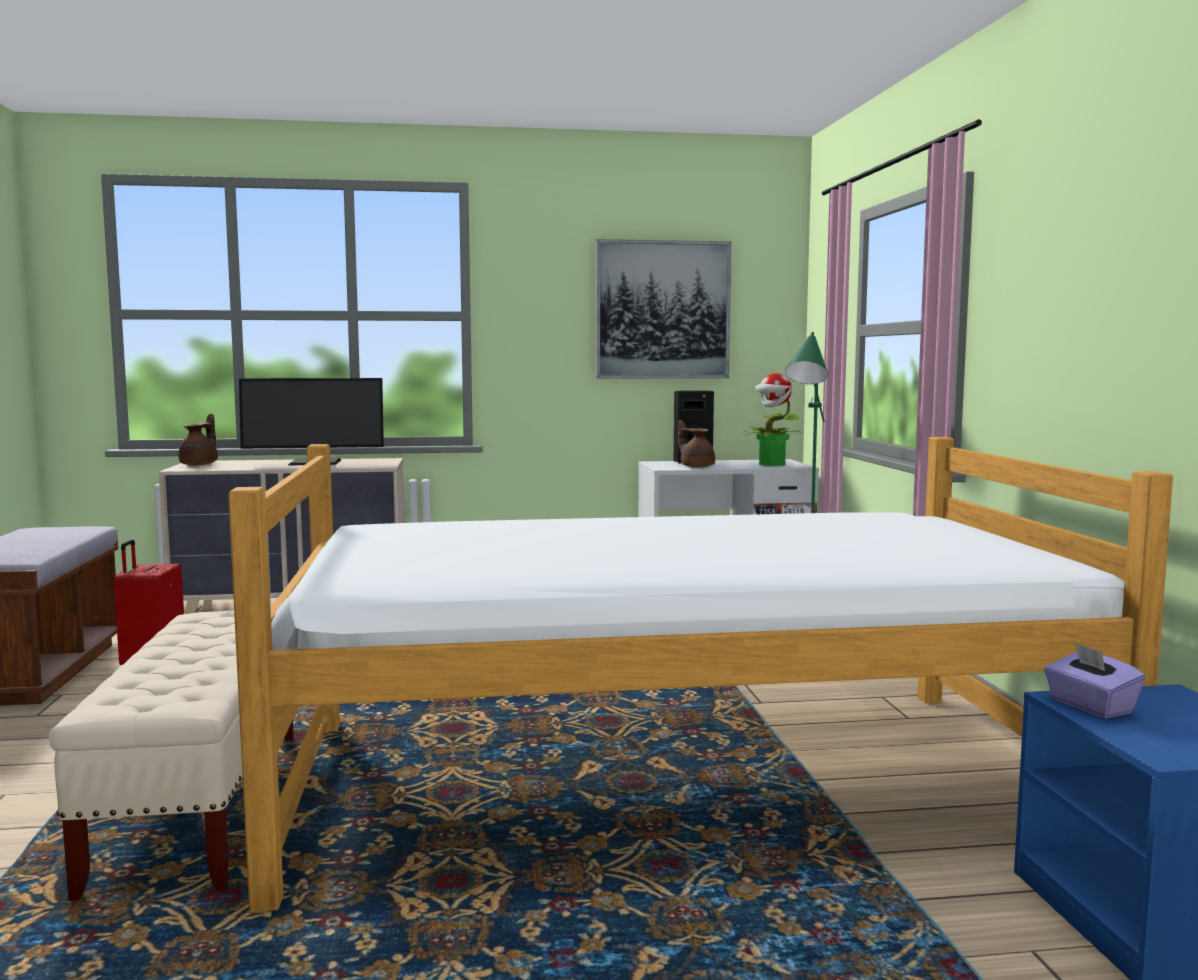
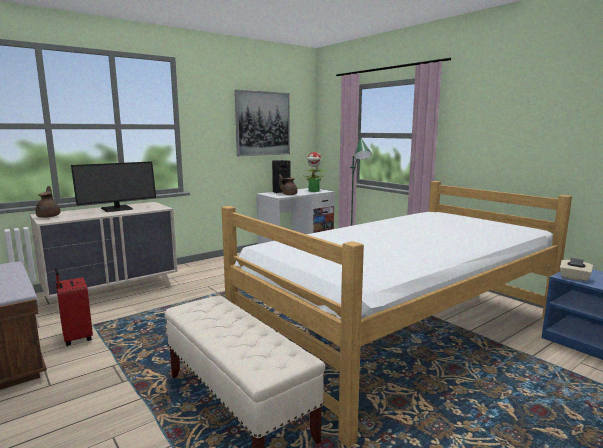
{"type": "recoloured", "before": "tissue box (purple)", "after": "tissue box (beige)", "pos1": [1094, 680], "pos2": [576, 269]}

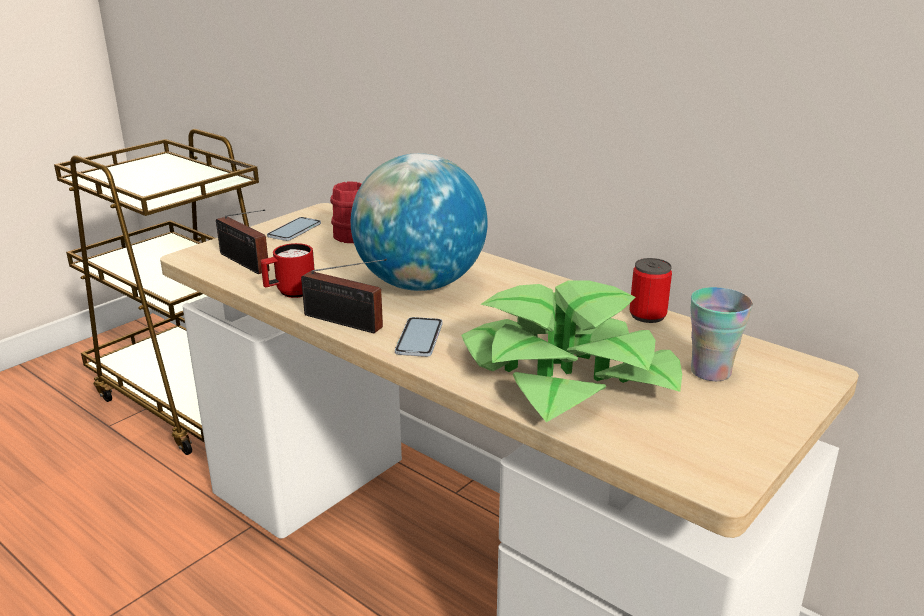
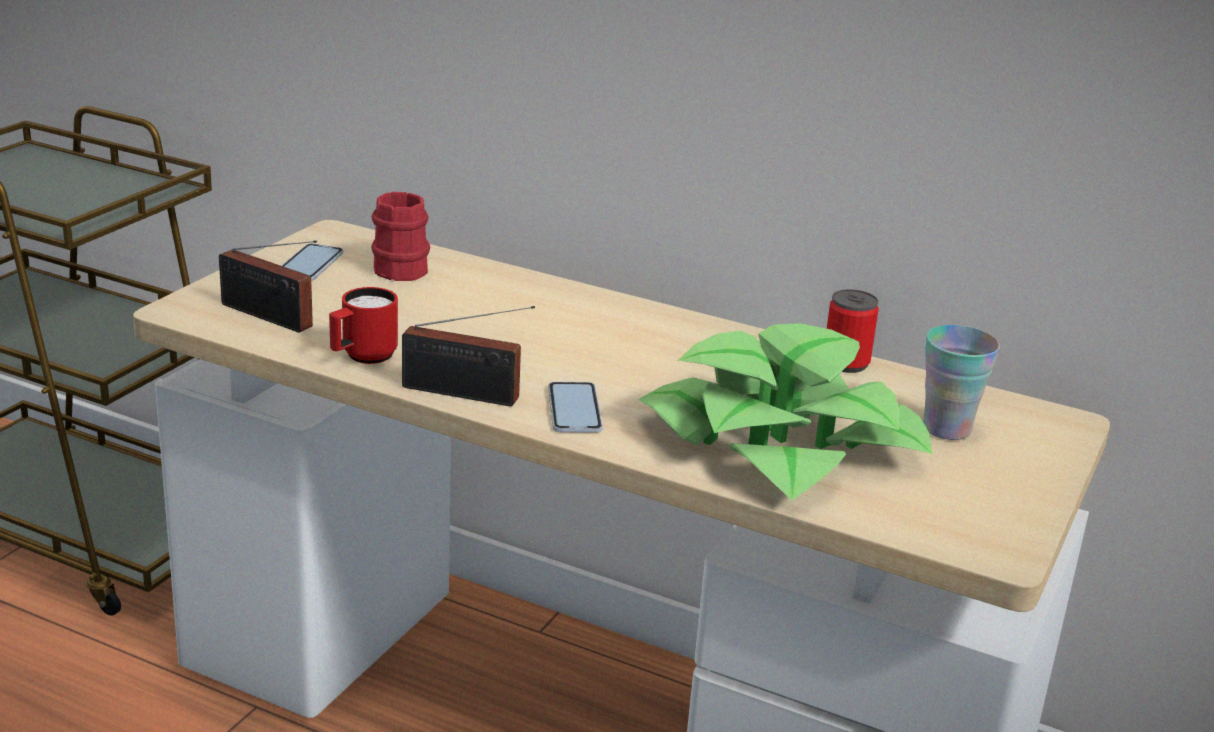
{"type": "removed", "before": "globe", "pos1": [419, 222]}

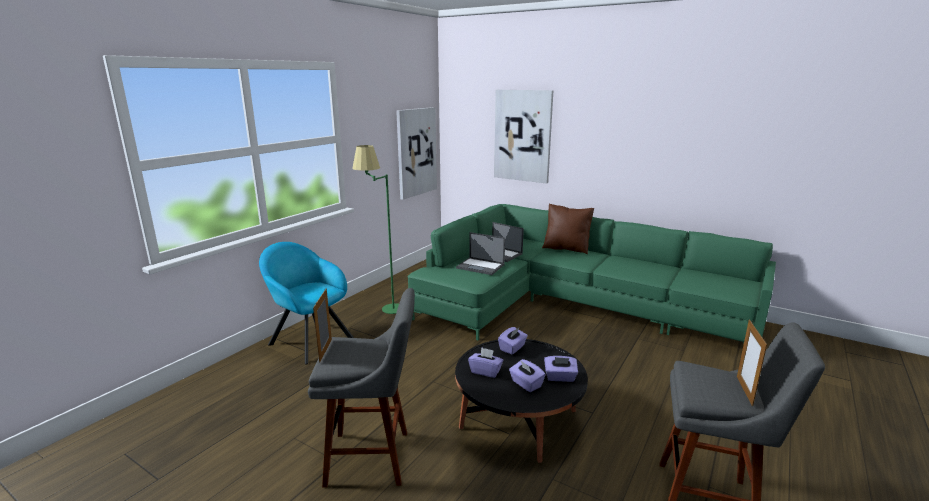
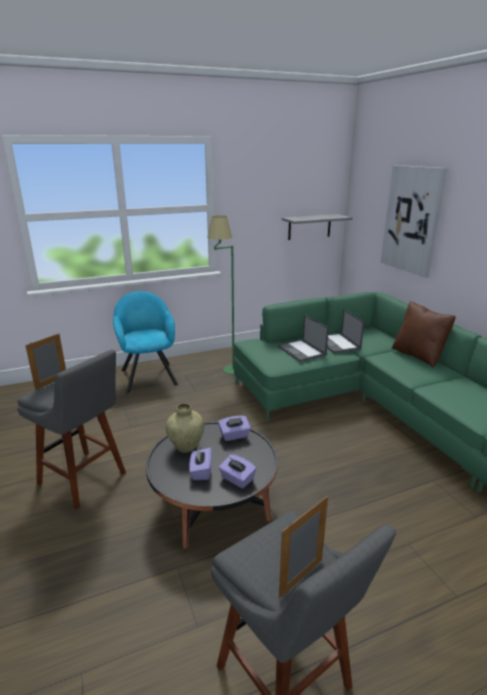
{"type": "replaced", "before": "picture", "after": "shelf (grey)", "pos1": [416, 153], "pos2": [317, 227]}
{"type": "replaced", "before": "tissue box (purple)", "after": "vase (beige)", "pos1": [485, 362], "pos2": [185, 428]}

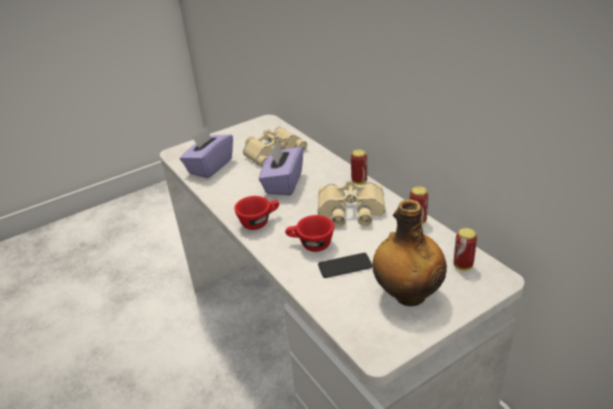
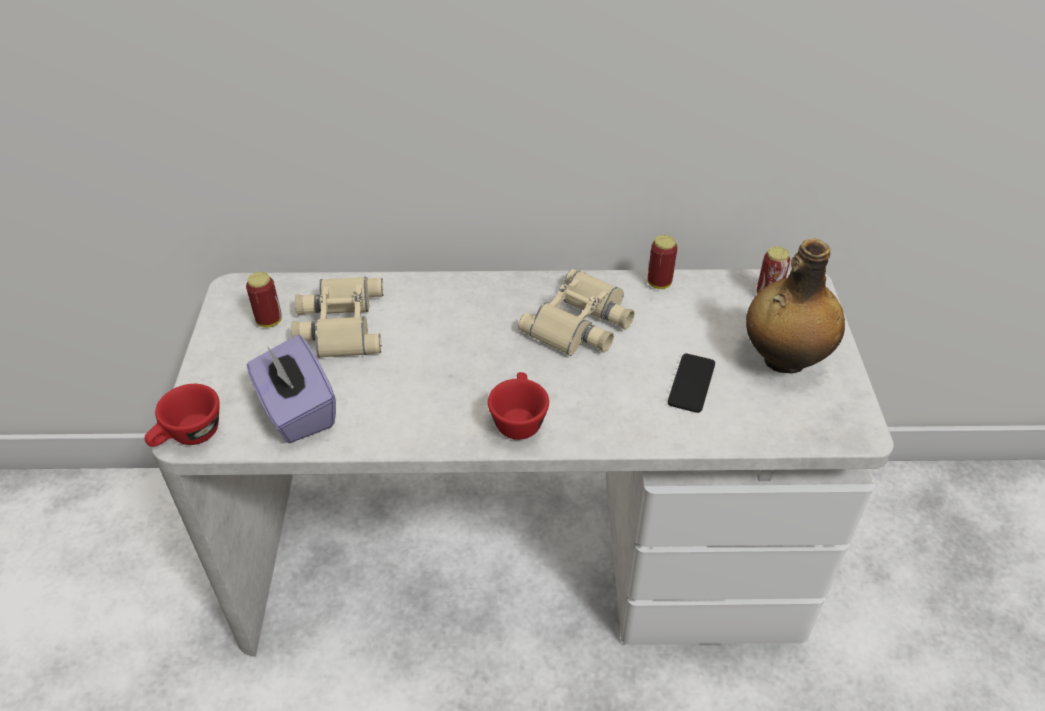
{"type": "removed", "before": "tissue box (purple)", "pos1": [281, 168]}
{"type": "moved", "before": "can", "pos1": [359, 167], "pos2": [264, 300]}
{"type": "moved", "before": "cup (red)", "pos1": [309, 233], "pos2": [182, 415]}

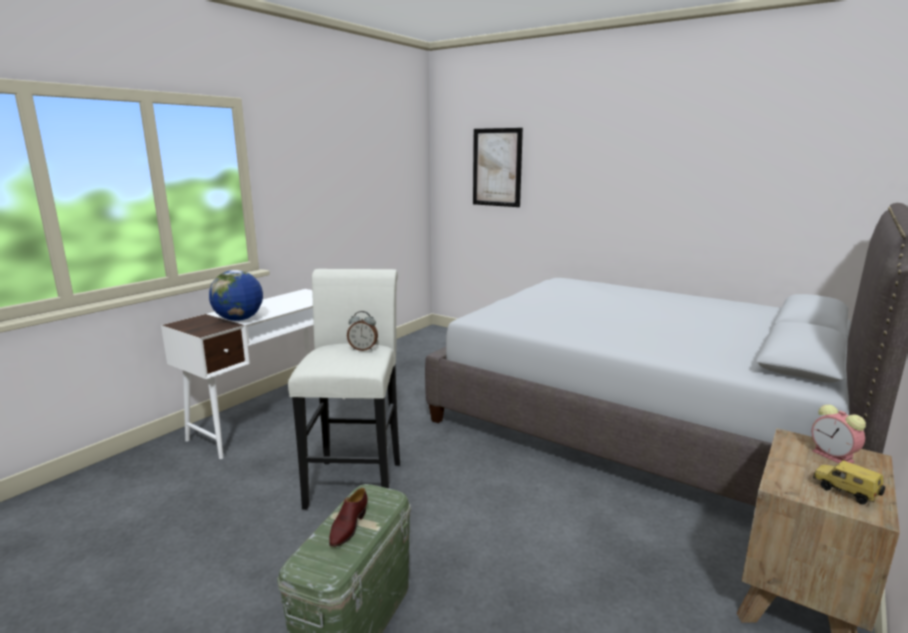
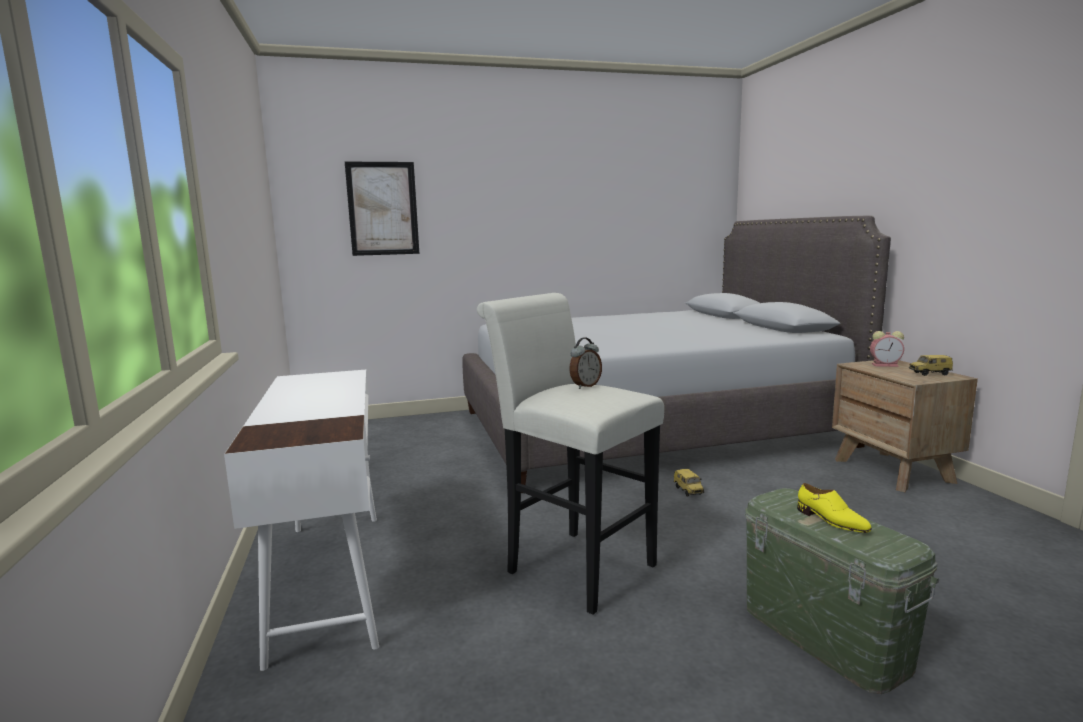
{"type": "removed", "before": "globe", "pos1": [236, 295]}
{"type": "recoloured", "before": "shoe (brown)", "after": "shoe (yellow)", "pos1": [348, 517], "pos2": [834, 508]}
{"type": "added", "after": "toy car", "pos2": [688, 483]}

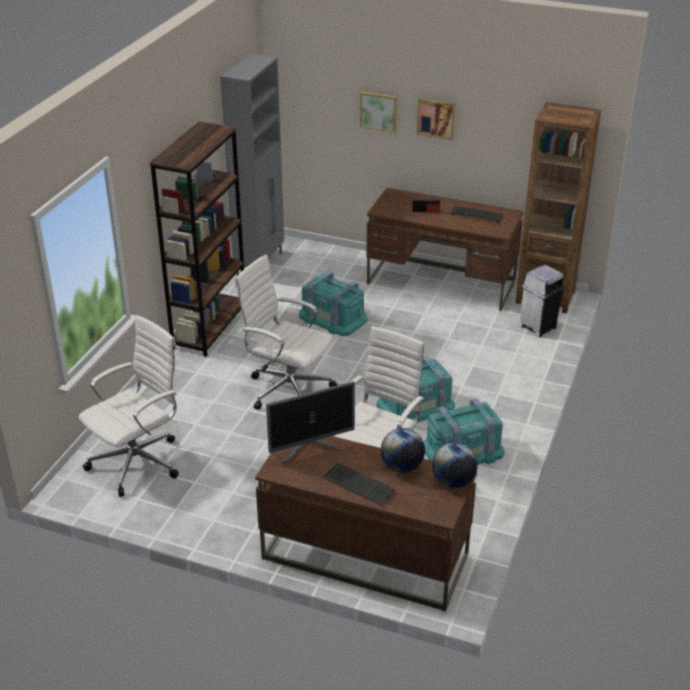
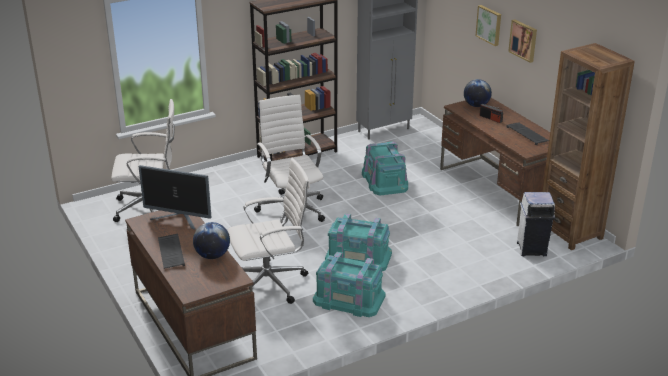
{"type": "moved", "before": "globe", "pos1": [455, 465], "pos2": [478, 93]}

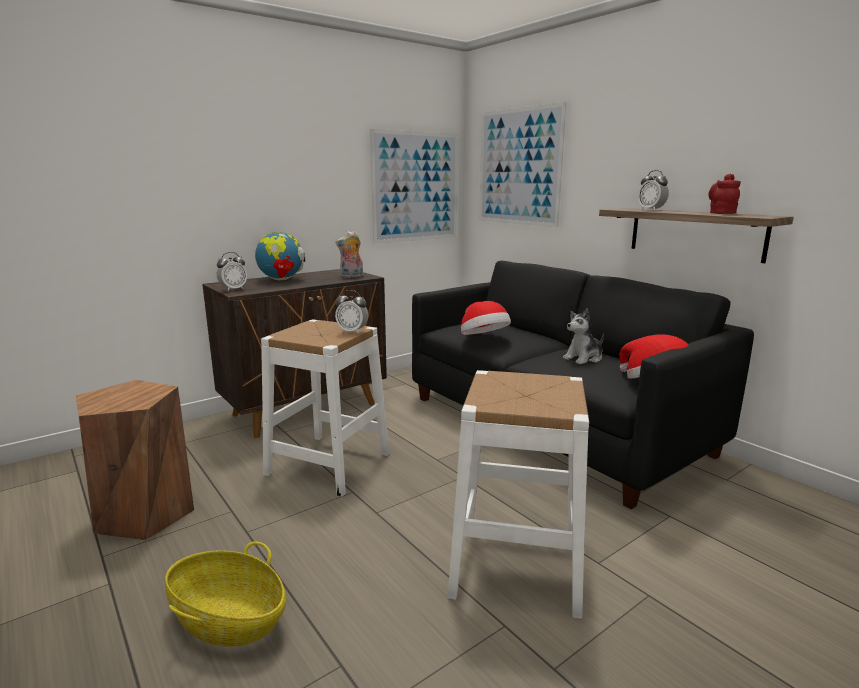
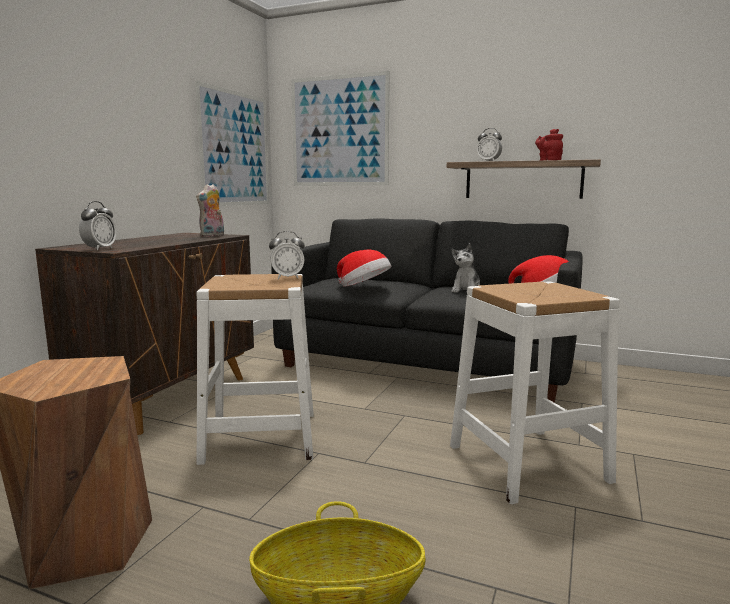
{"type": "removed", "before": "globe", "pos1": [280, 256]}

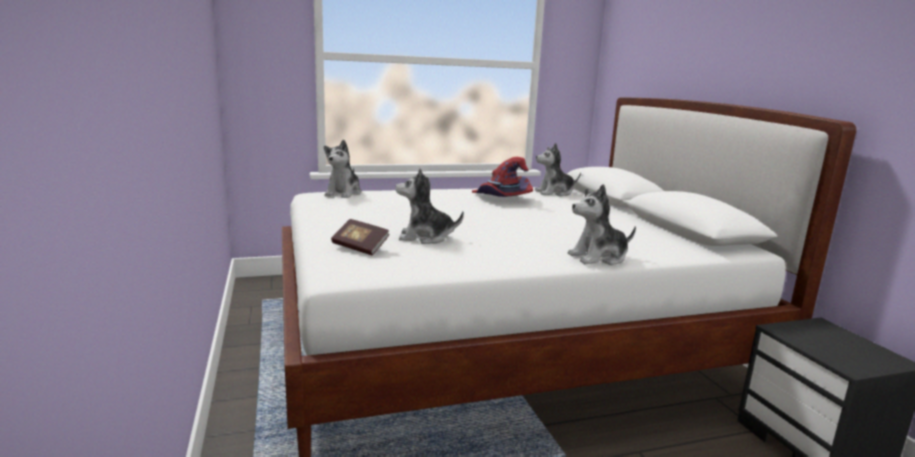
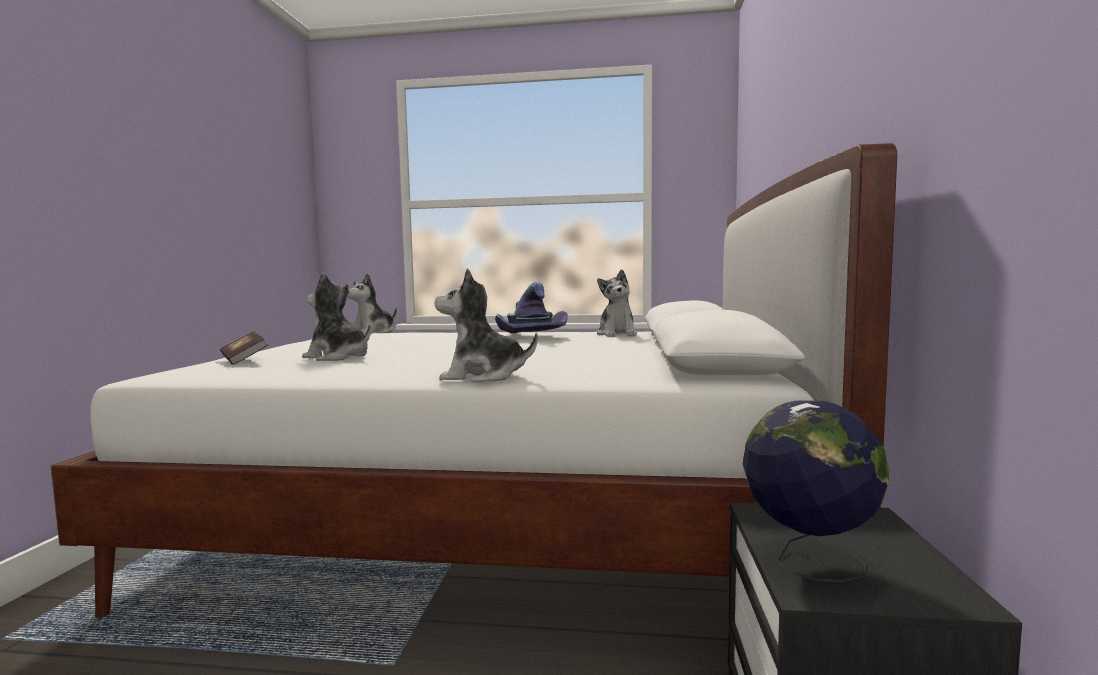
{"type": "turned", "before": "plush toy", "pos1": [558, 169], "pos2": [617, 303], "turn": -105}
{"type": "recoloured", "before": "hat (red)", "after": "hat (purple)", "pos1": [502, 177], "pos2": [531, 307]}
{"type": "added", "after": "globe", "pos2": [815, 491]}

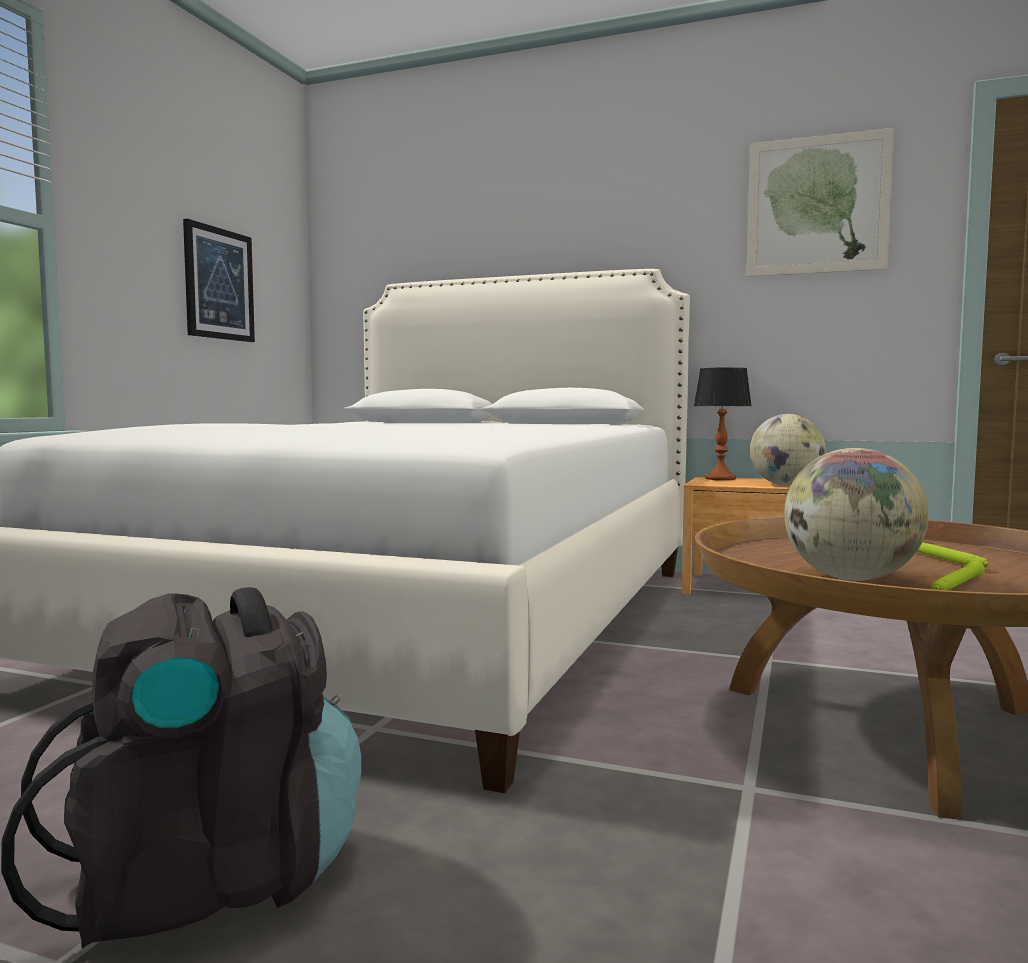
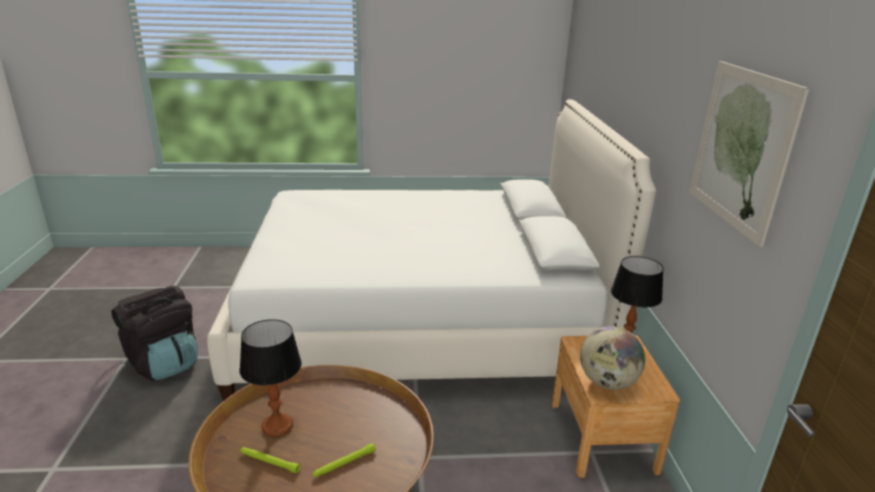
{"type": "removed", "before": "picture", "pos1": [219, 280]}
{"type": "replaced", "before": "globe", "after": "table lamp", "pos1": [856, 514], "pos2": [270, 378]}

